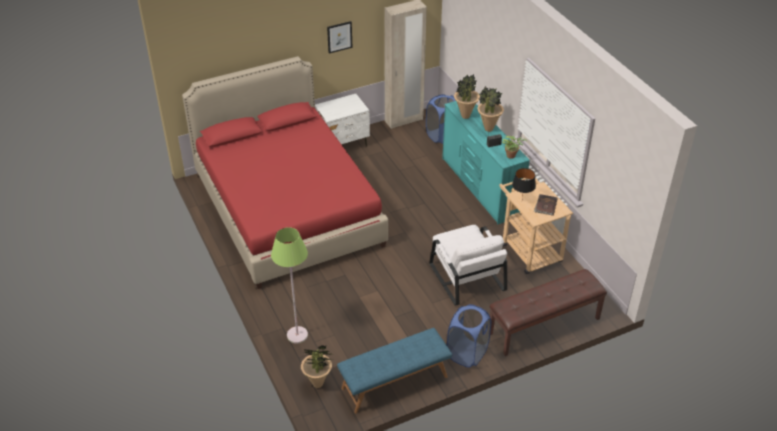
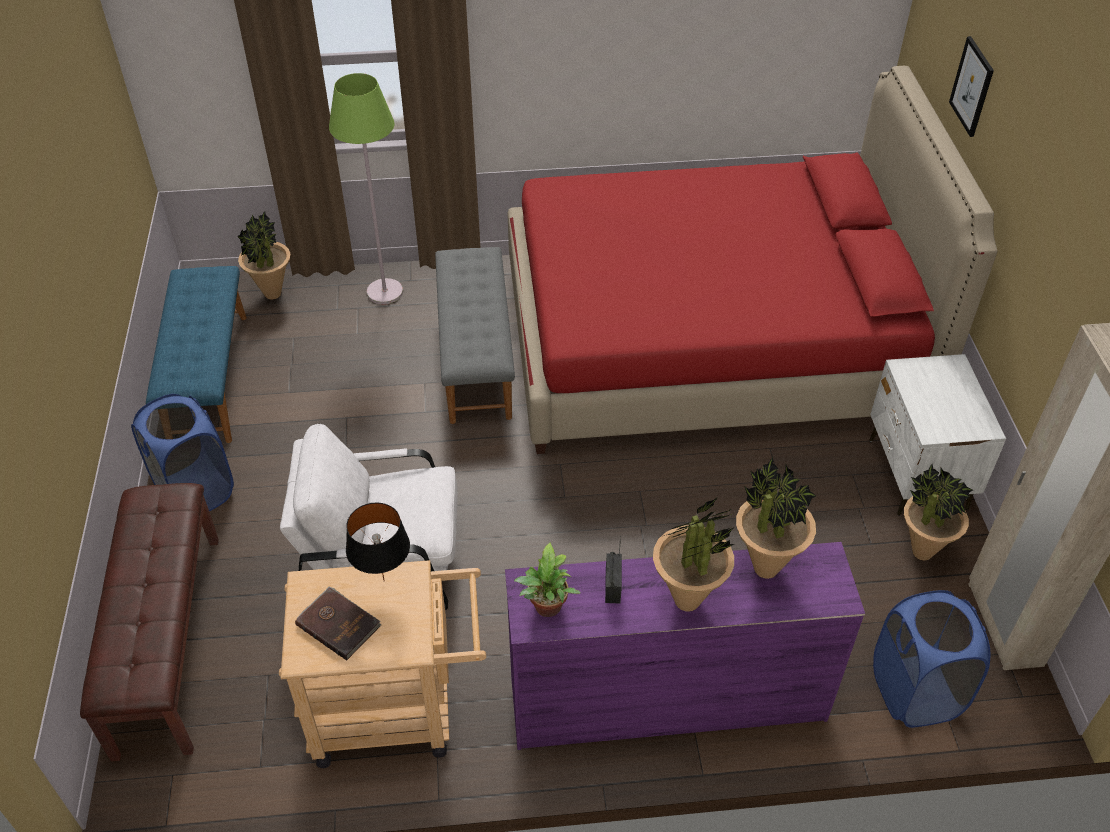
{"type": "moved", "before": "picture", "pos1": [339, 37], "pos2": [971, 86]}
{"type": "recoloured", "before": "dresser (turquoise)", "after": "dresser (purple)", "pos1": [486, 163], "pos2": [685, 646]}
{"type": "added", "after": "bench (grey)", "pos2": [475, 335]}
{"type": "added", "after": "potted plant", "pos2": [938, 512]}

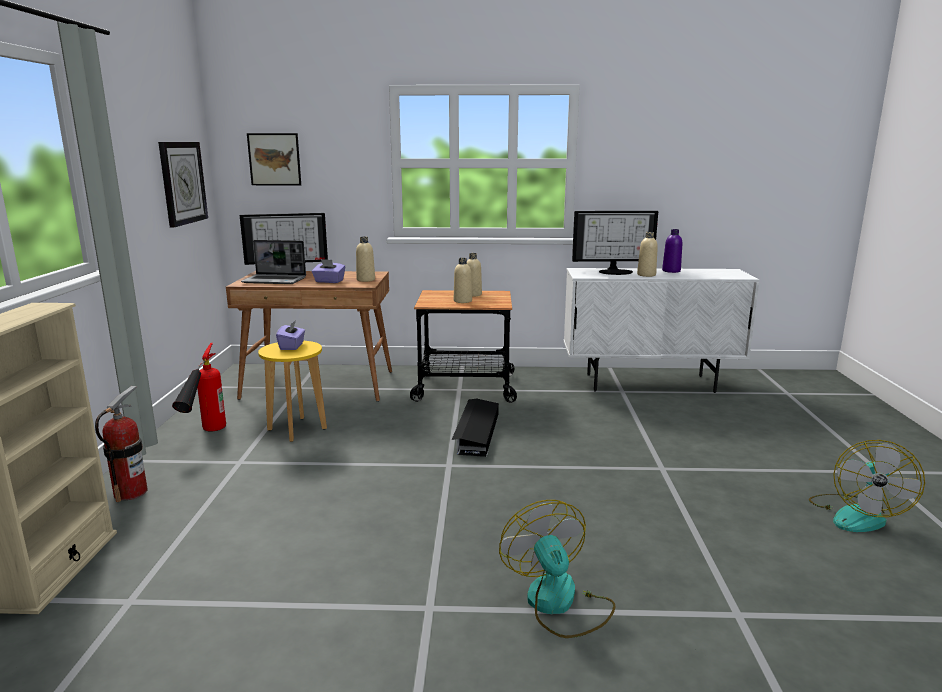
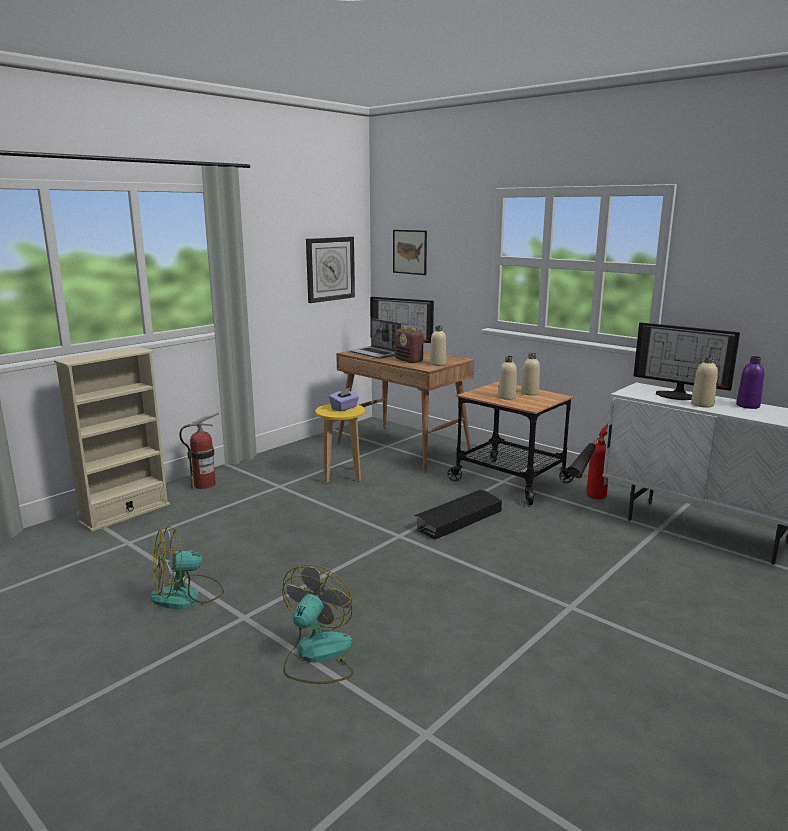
{"type": "replaced", "before": "tissue box (purple)", "after": "radio", "pos1": [328, 271], "pos2": [410, 344]}
{"type": "moved", "before": "fire extinguisher", "pos1": [199, 387], "pos2": [588, 461]}
{"type": "moved", "before": "fan", "pos1": [867, 486], "pos2": [187, 567]}

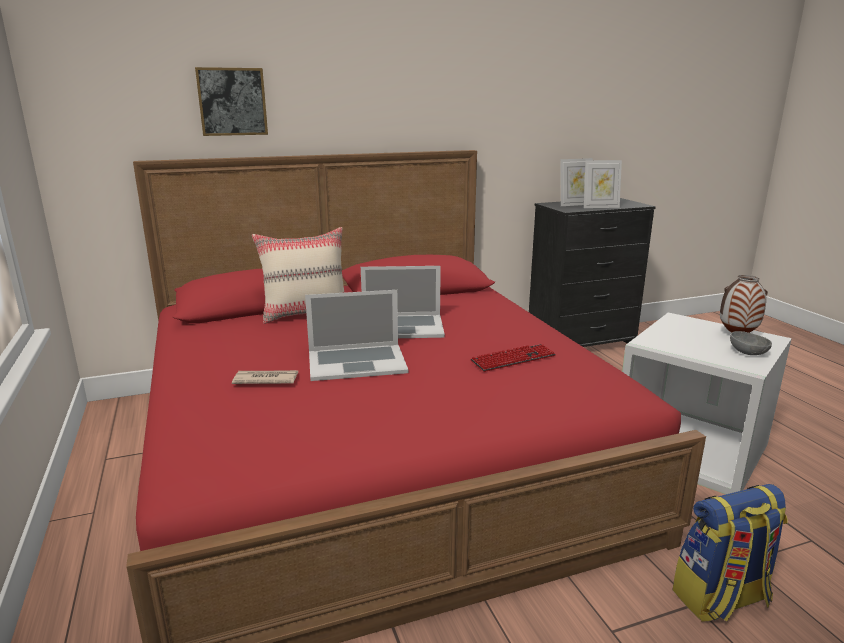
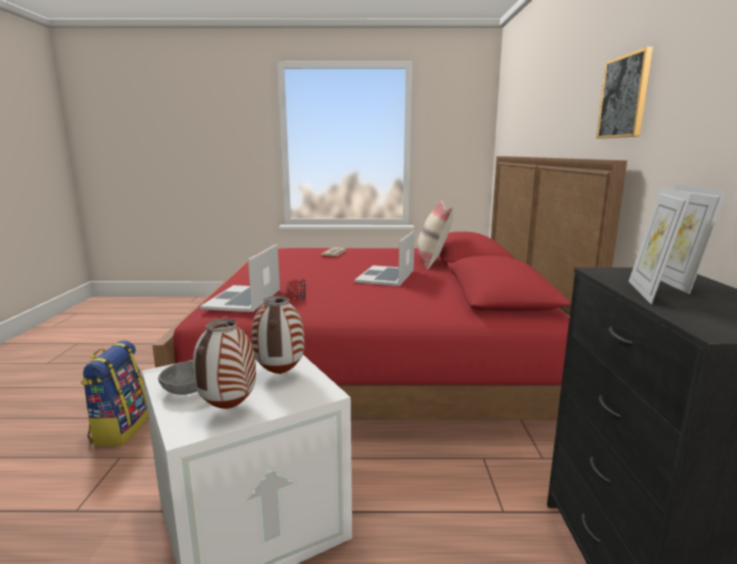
{"type": "moved", "before": "picture", "pos1": [231, 101], "pos2": [624, 93]}
{"type": "moved", "before": "laptop", "pos1": [356, 335], "pos2": [240, 278]}
{"type": "added", "after": "vase", "pos2": [278, 335]}

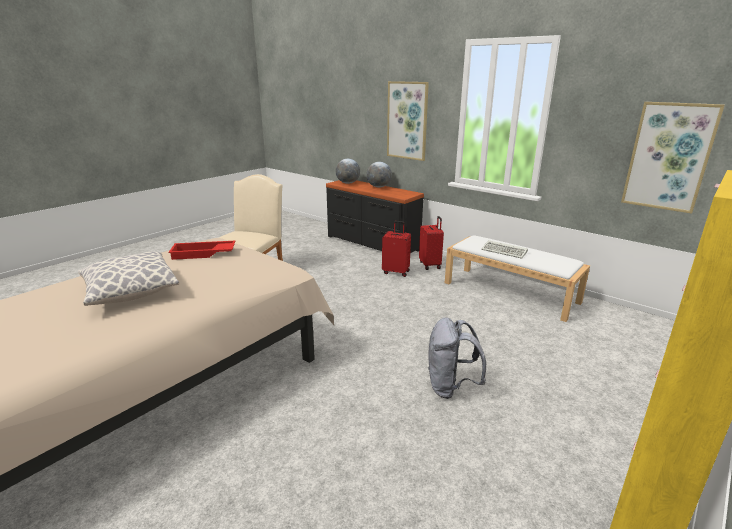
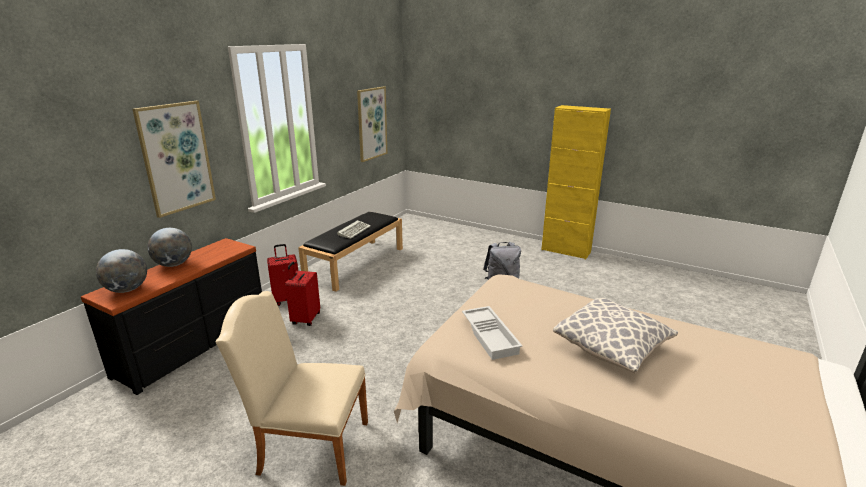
{"type": "recoloured", "before": "bench (white)", "after": "bench (black)", "pos1": [517, 278], "pos2": [350, 251]}
{"type": "recoloured", "before": "tray (red)", "after": "tray (white)", "pos1": [201, 250], "pos2": [492, 333]}

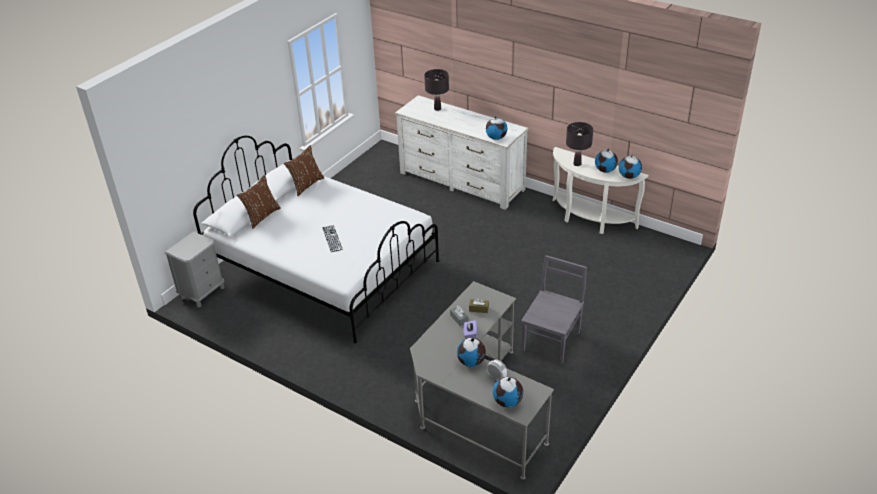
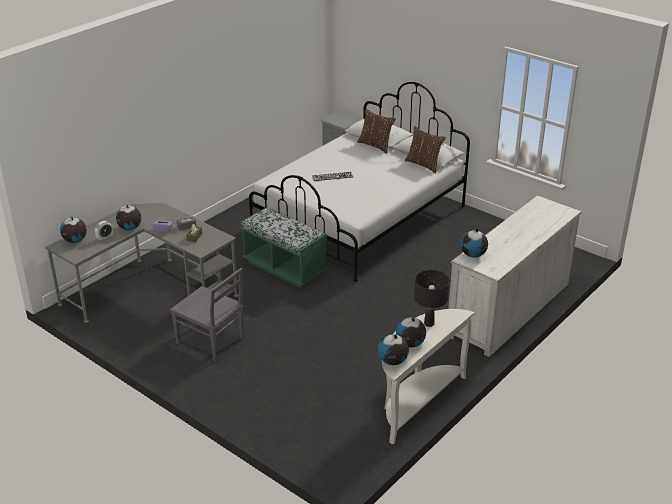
{"type": "removed", "before": "table lamp (black)", "pos1": [436, 90]}
{"type": "added", "after": "bench (green)", "pos2": [283, 247]}

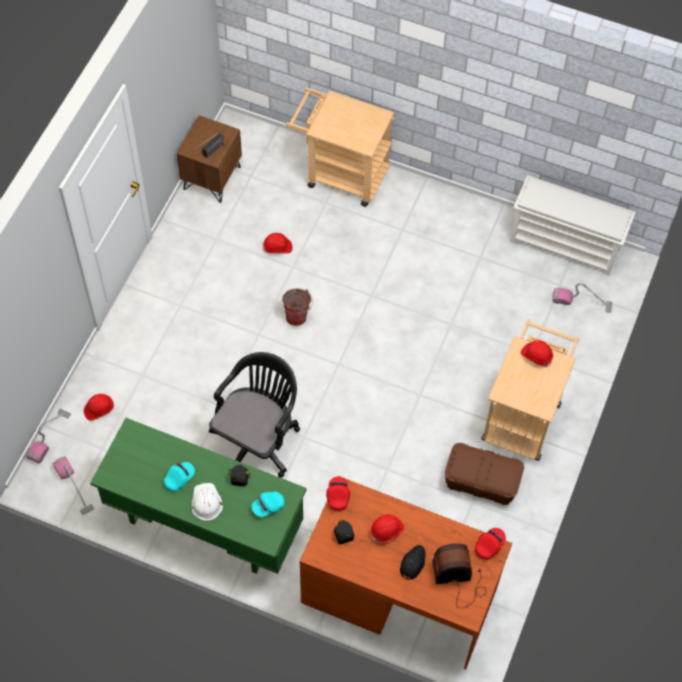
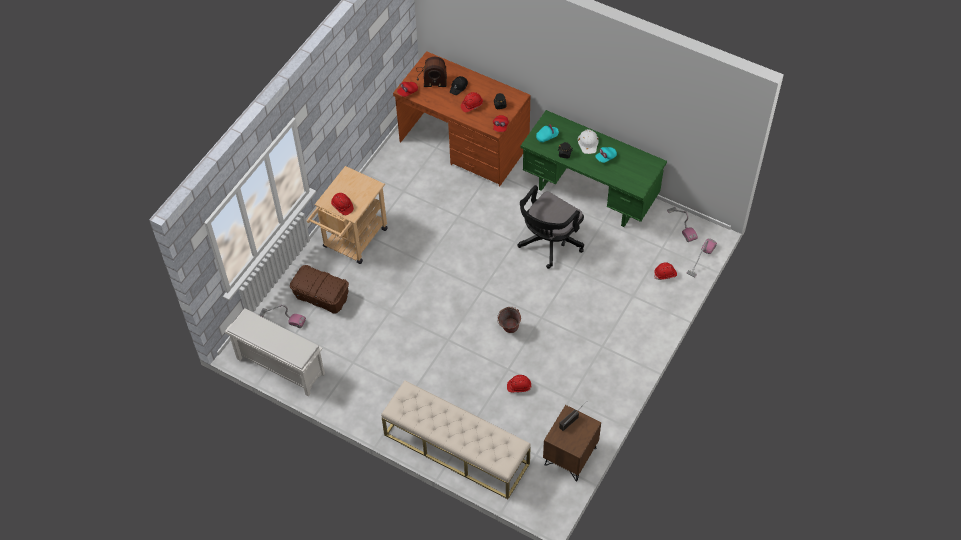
{"type": "replaced", "before": "cart (beige)", "after": "bench (beige)", "pos1": [340, 147], "pos2": [456, 439]}
{"type": "moved", "before": "storage box (brown)", "pos1": [484, 474], "pos2": [319, 289]}

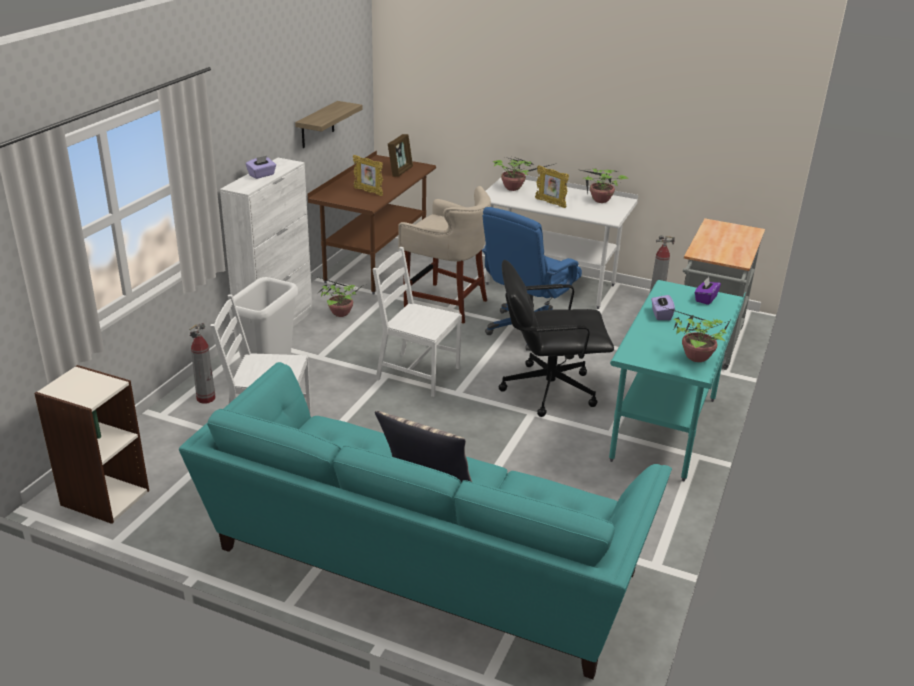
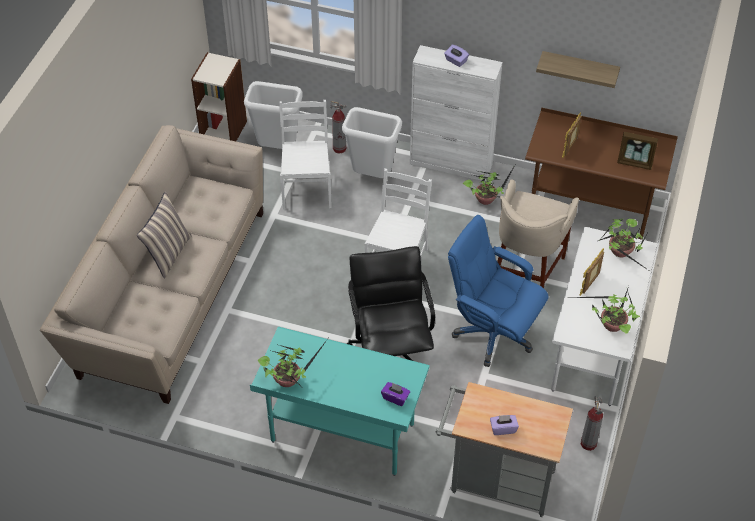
{"type": "moved", "before": "tissue box (purple)", "pos1": [663, 307], "pos2": [504, 425]}
{"type": "recoloured", "before": "sofa (turquoise)", "after": "sofa (beige)", "pos1": [425, 520], "pos2": [151, 264]}
{"type": "added", "after": "trash can (white)", "pos2": [273, 115]}

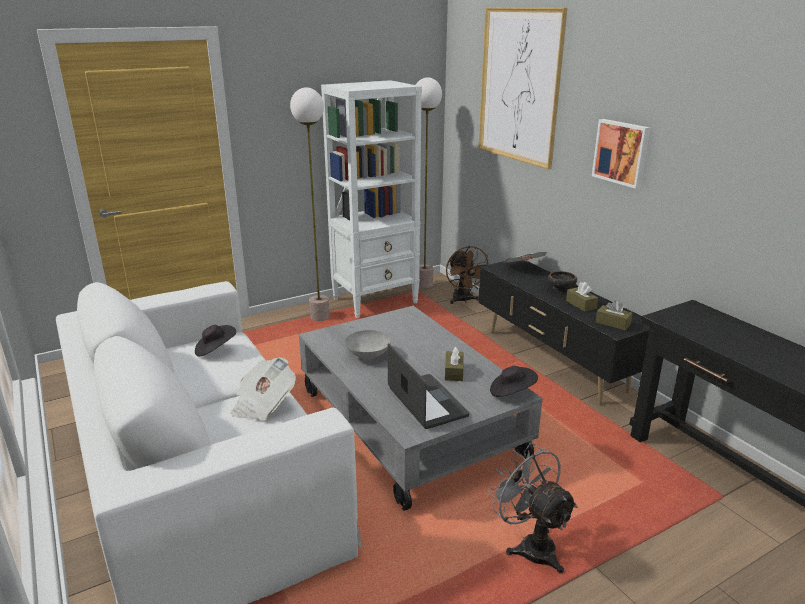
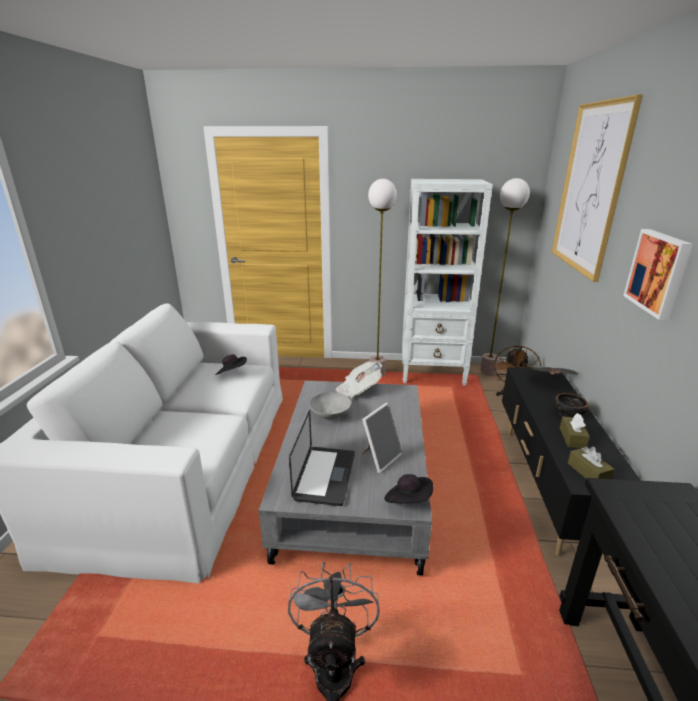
{"type": "replaced", "before": "tissue box (brown)", "after": "picture frame", "pos1": [454, 363], "pos2": [381, 438]}
{"type": "moved", "before": "newspaper", "pos1": [263, 388], "pos2": [359, 379]}

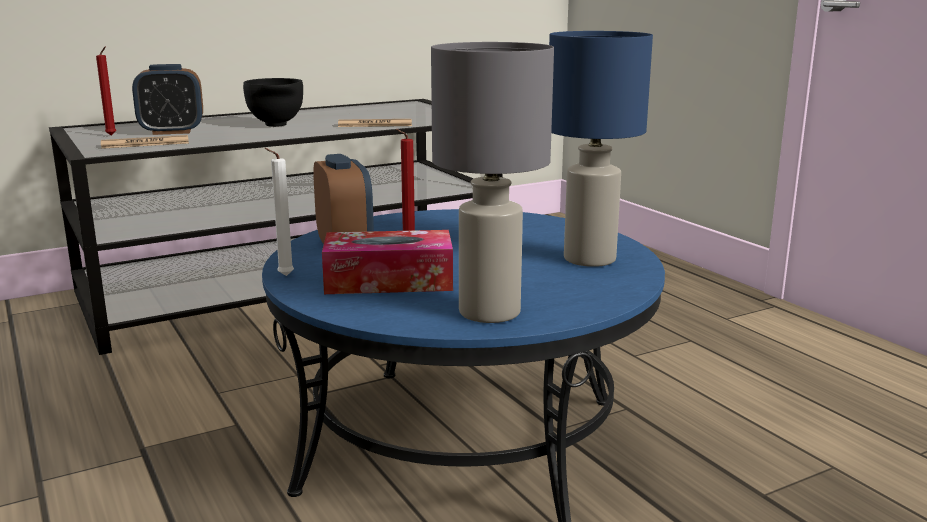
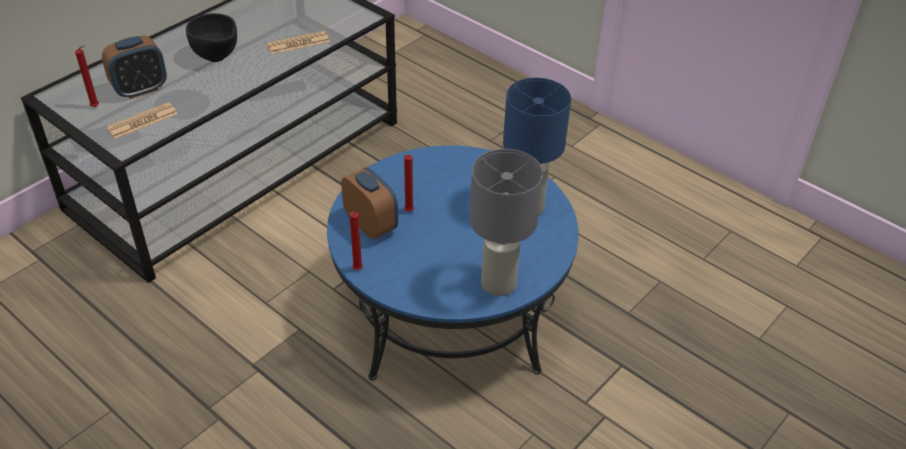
{"type": "recoloured", "before": "candle (white)", "after": "candle (red)", "pos1": [279, 212], "pos2": [356, 241]}
{"type": "removed", "before": "tissue box", "pos1": [387, 262]}

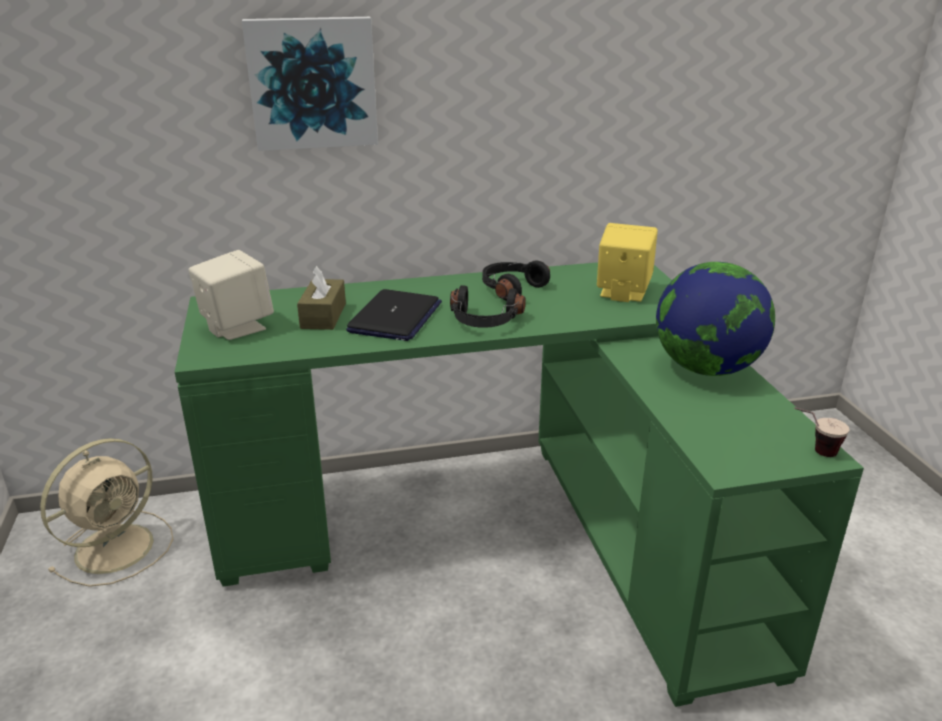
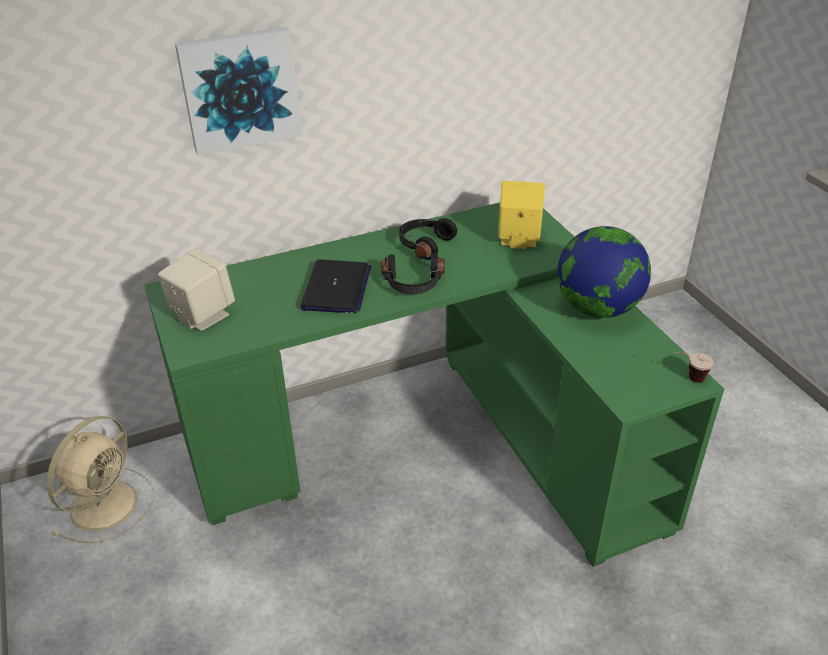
{"type": "removed", "before": "tissue box (brown)", "pos1": [321, 298]}

